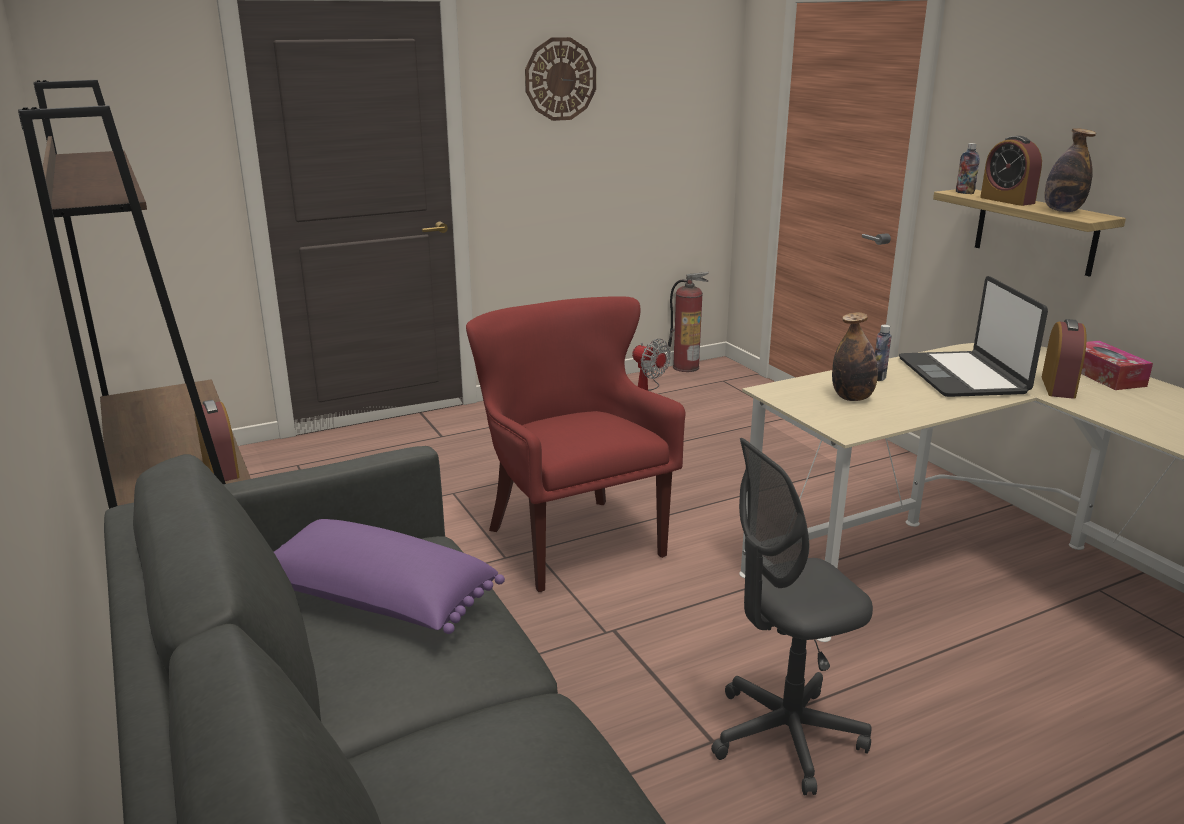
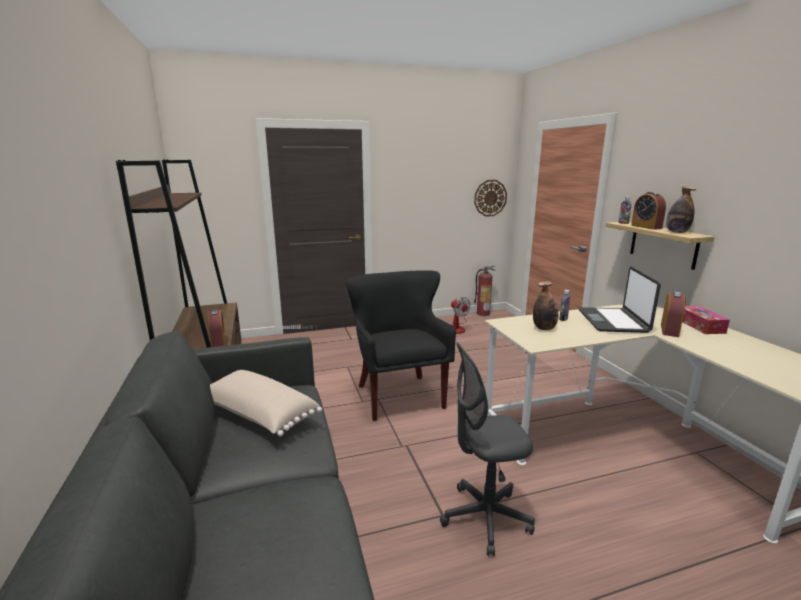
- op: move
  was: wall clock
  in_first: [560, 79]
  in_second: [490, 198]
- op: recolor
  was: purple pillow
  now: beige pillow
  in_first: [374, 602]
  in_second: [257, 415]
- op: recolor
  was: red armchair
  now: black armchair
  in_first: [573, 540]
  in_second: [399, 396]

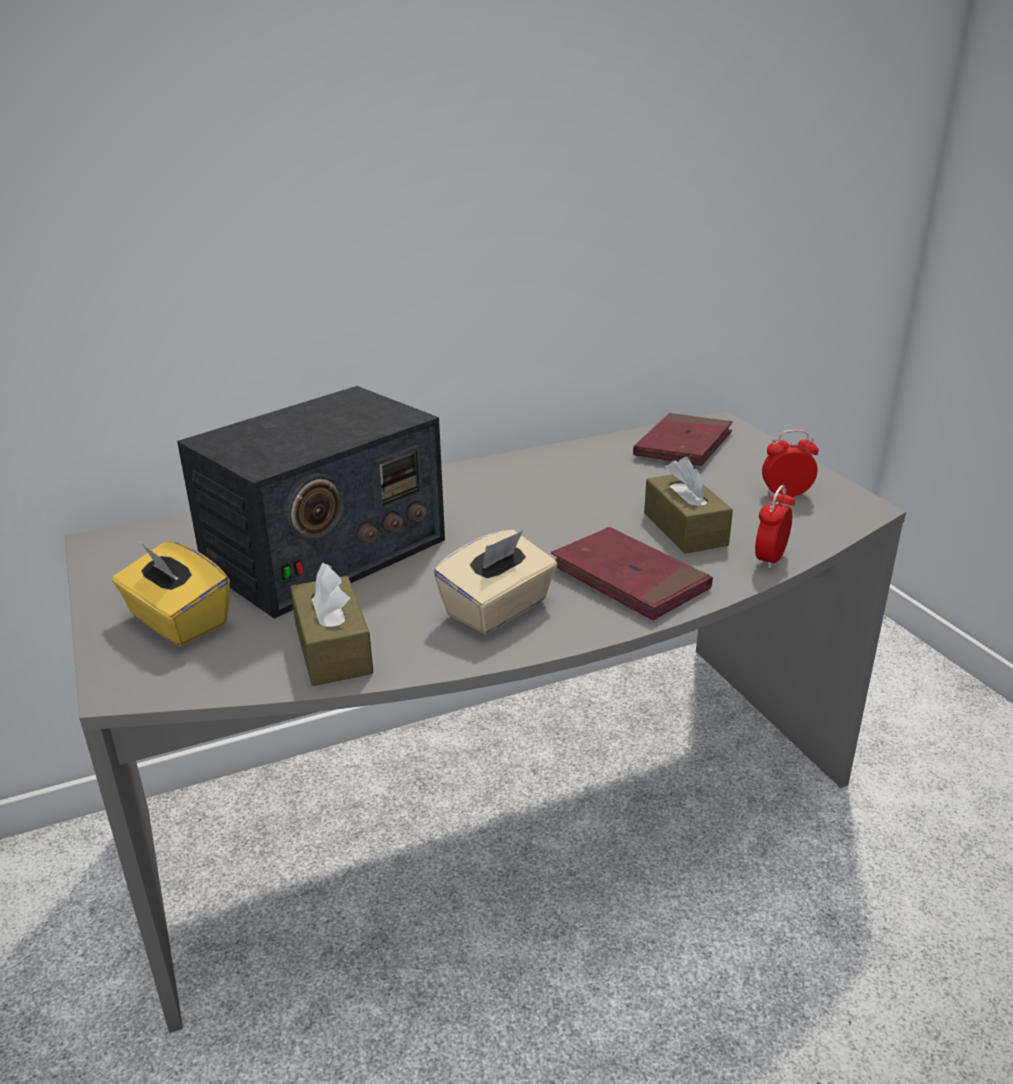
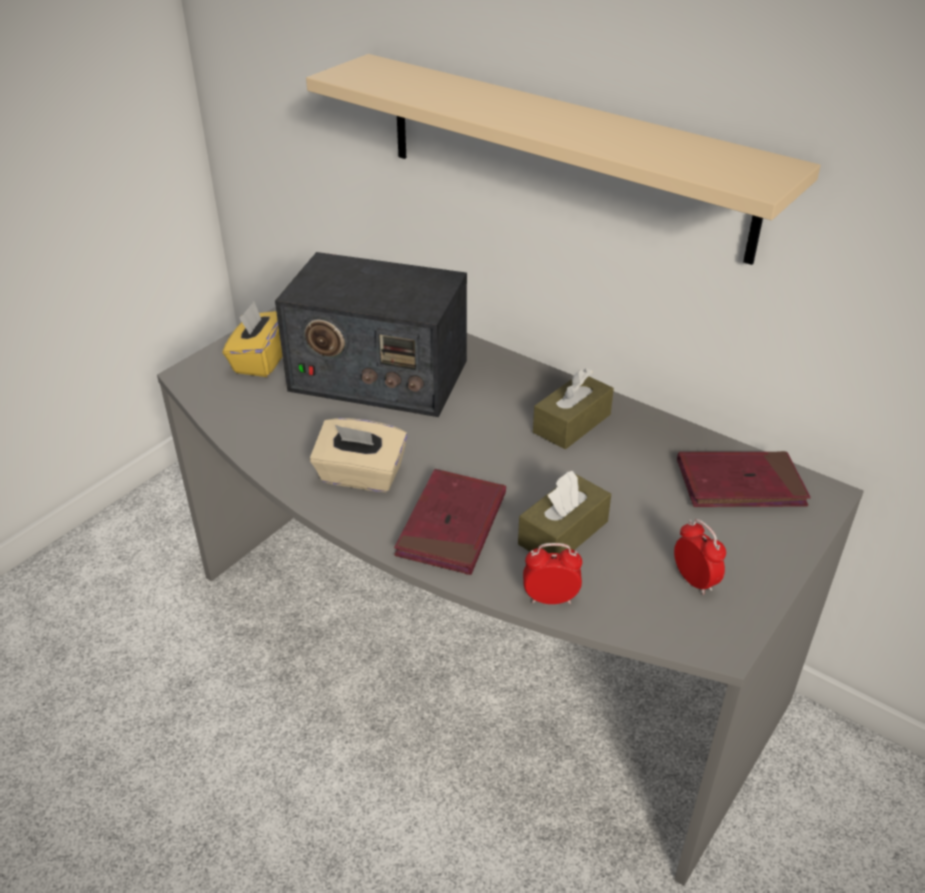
- op: insert
  now: beige shelf
  in_second: [562, 154]
- op: move
  was: brown tissue box
  in_first: [333, 649]
  in_second: [572, 423]

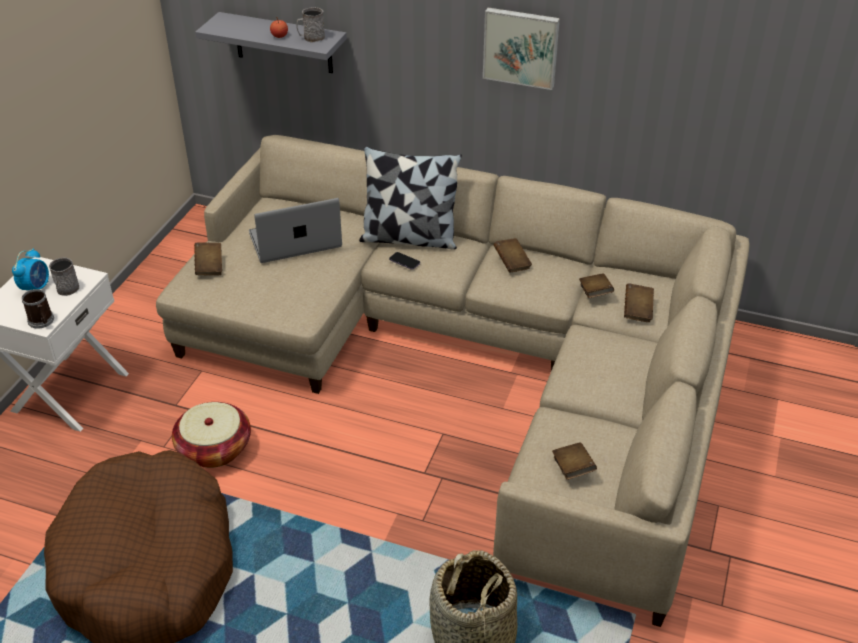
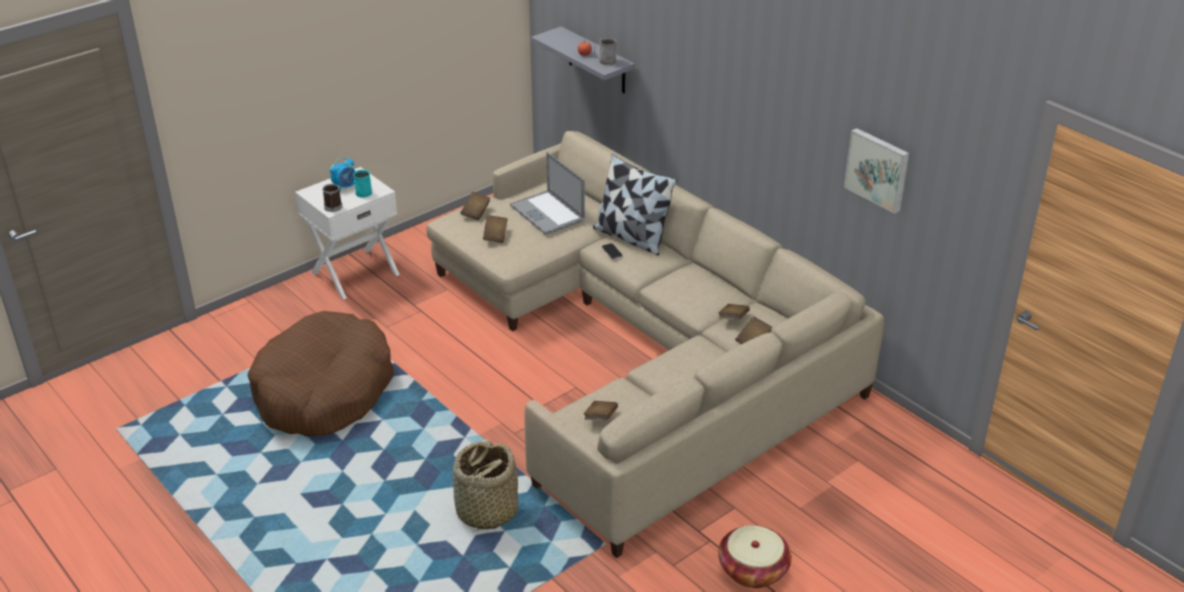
- op: move
  was: basket
  in_first: [214, 449]
  in_second: [753, 570]
- op: move
  was: picture
  in_first: [521, 47]
  in_second: [878, 169]
- op: move
  was: brown book
  in_first: [512, 263]
  in_second: [495, 235]
- op: recolor
  was: grey mug
  now: turquoise mug
  in_first: [67, 286]
  in_second: [364, 191]
- op: rotate
  was: laptop
  in_first: [295, 240]
  in_second: [547, 213]
  clockwise: -135

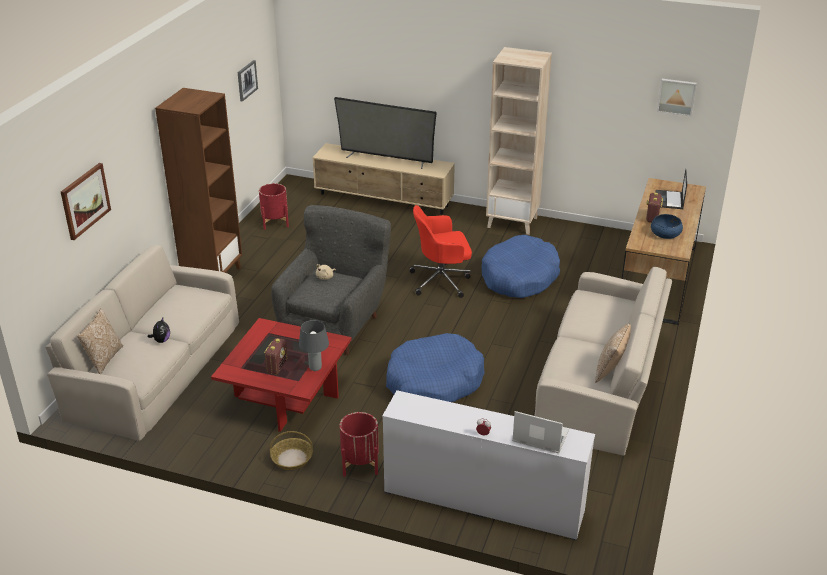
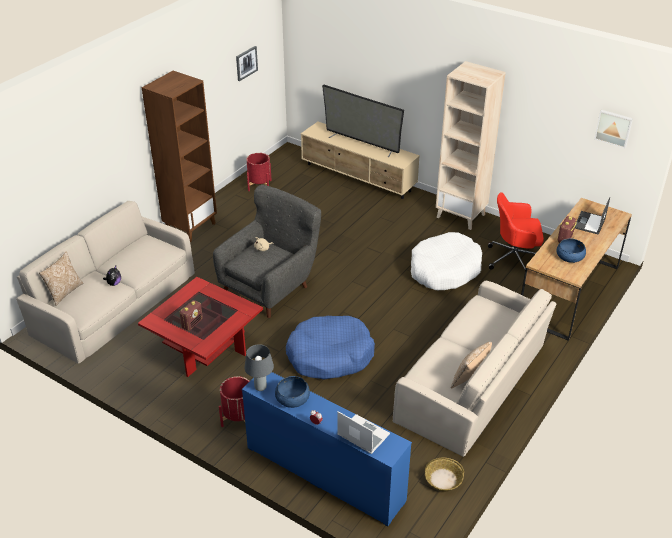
- op: delete
  was: picture
  in_first: [85, 200]
- op: insert
  now: blue bowl
  in_second: [292, 398]
- op: move
  was: basket
  in_first: [291, 459]
  in_second: [443, 479]
- op: move
  was: grey table lamp
  in_first: [315, 368]
  in_second: [261, 388]
- op: move
  was: red office chair
  in_first: [441, 281]
  in_second: [514, 259]
- op: recolor
  was: white dresser
  now: blue dresser
  in_first: [483, 501]
  in_second: [324, 473]
- op: recolor
  was: blue dog bed
  now: white dog bed
  in_first: [519, 277]
  in_second: [444, 270]

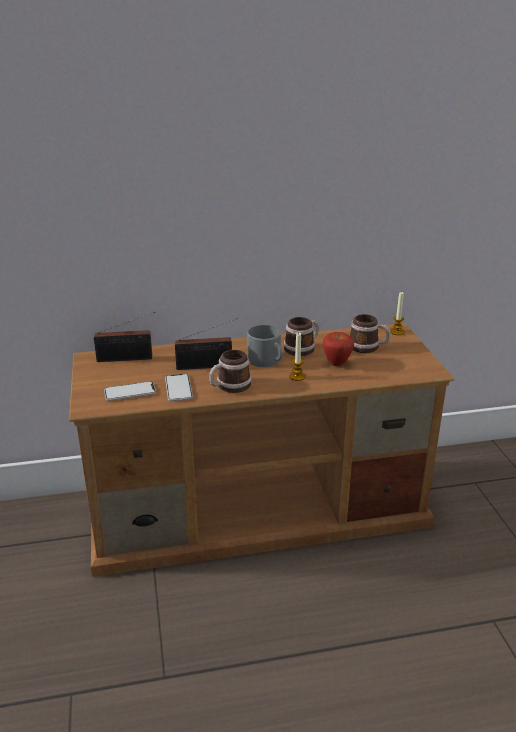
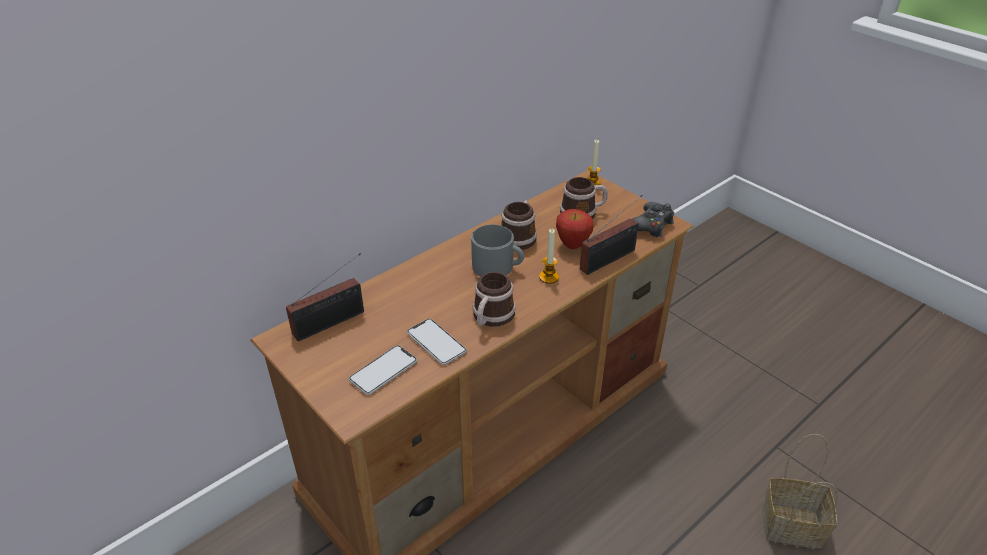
- op: insert
  now: black game controller
  in_second: [650, 225]
- op: insert
  now: basket
  in_second: [793, 525]
- op: move
  was: radio
  in_first: [207, 366]
  in_second: [611, 259]

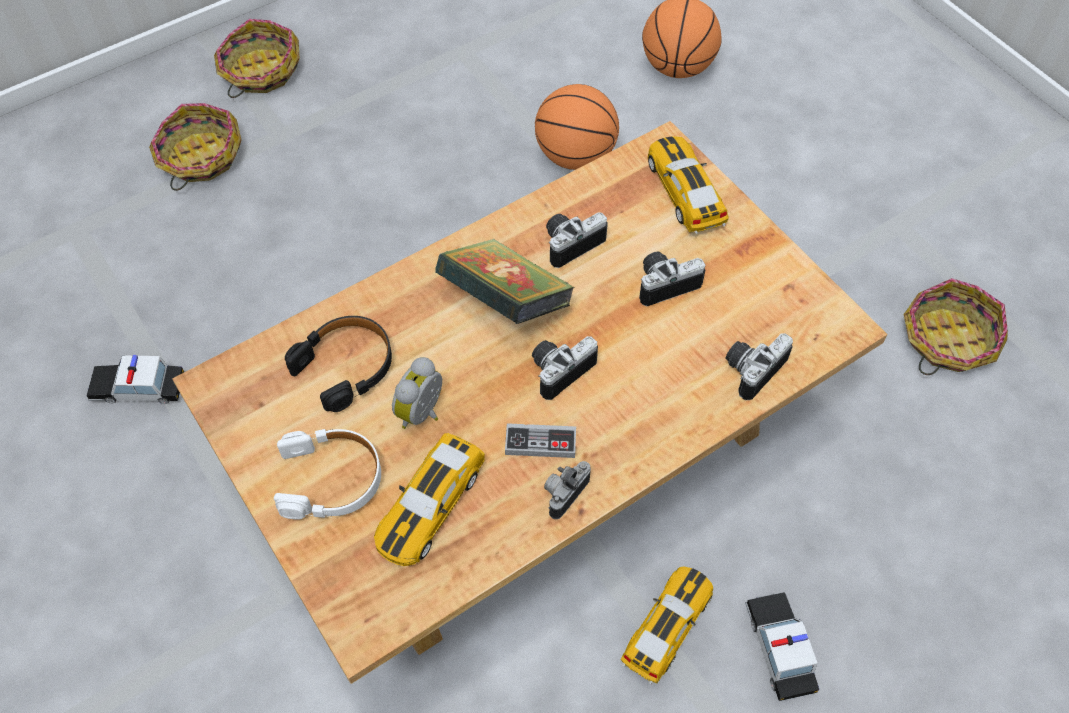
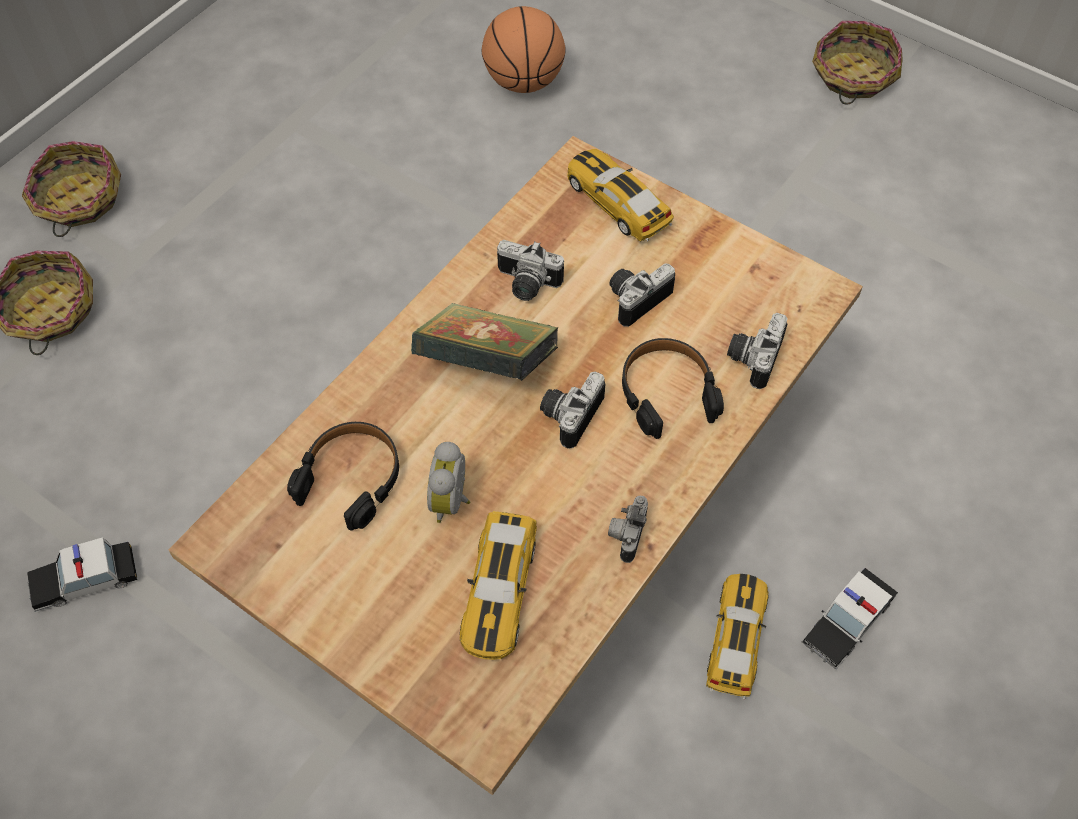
- op: delete
  was: white headphones
  in_first: [331, 479]
- op: delete
  was: game controller
  in_first: [540, 443]
- op: delete
  was: basketball
  in_first: [575, 156]
- op: insert
  now: black headphones
  in_second: [667, 392]
- op: move
  was: basket
  in_first: [947, 339]
  in_second: [852, 76]
- op: rotate
  was: photo camera
  in_first: [570, 242]
  in_second: [526, 285]
  clockwise: -105
- op: rotate
  was: toy car
  in_first: [779, 647]
  in_second: [847, 622]
  clockwise: -105

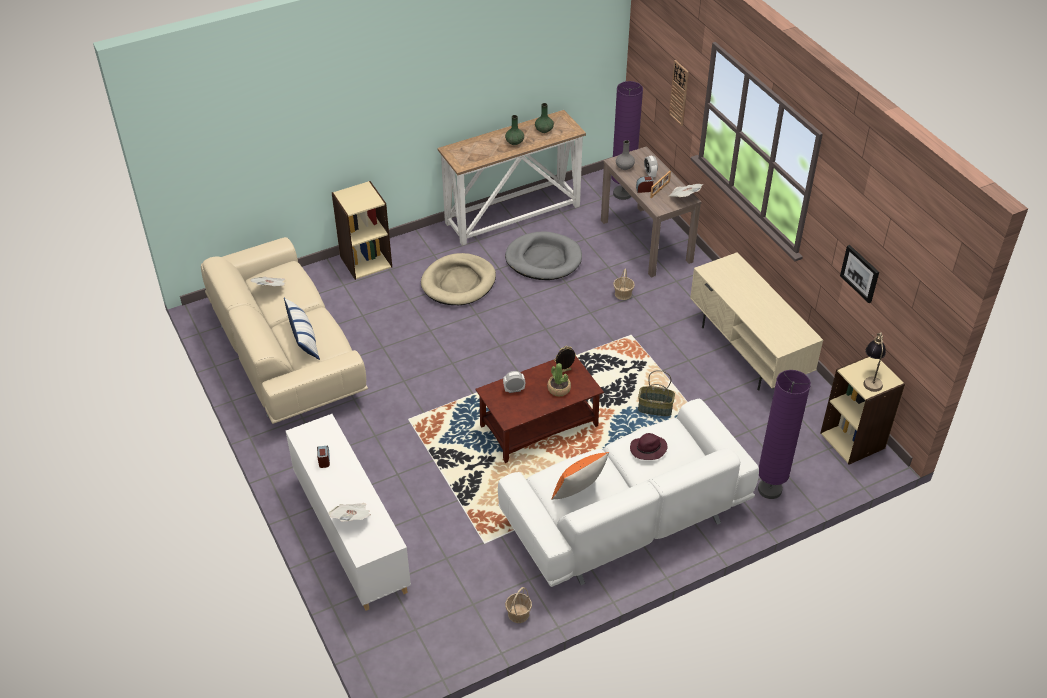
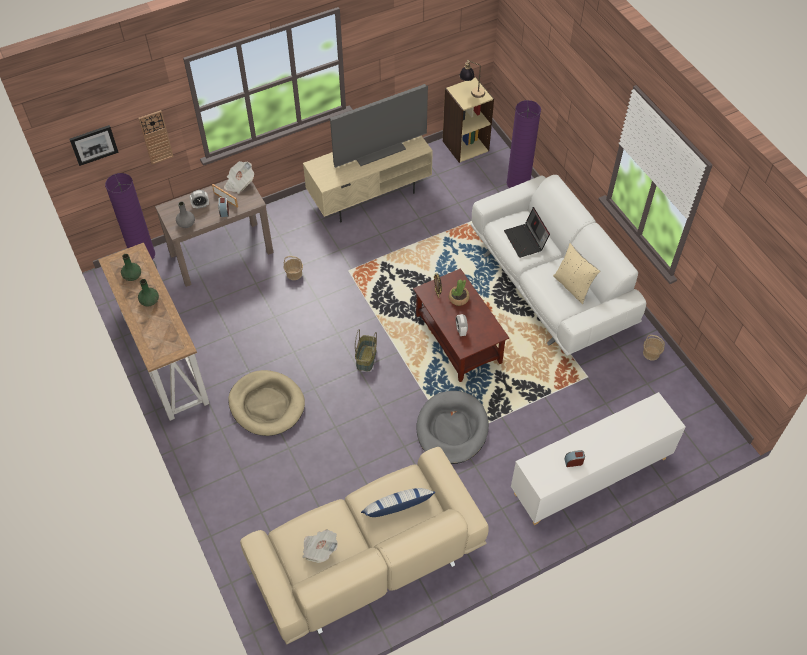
- op: delete
  was: newspaper
  in_first: [352, 518]
- op: delete
  was: beige bookcase
  in_first: [366, 261]
- op: insert
  now: television
  in_second: [378, 149]
- op: move
  was: grey dog bed
  in_first: [543, 259]
  in_second: [452, 429]
- op: move
  was: basket
  in_first: [654, 409]
  in_second: [366, 358]
- op: move
  was: picture
  in_first: [860, 273]
  in_second: [93, 144]
- op: replace
  was: purple hat
  now: laptop
  in_first: [647, 449]
  in_second: [526, 241]
- op: recolor
  was: orange pillow
  now: beige pillow
  in_first: [579, 492]
  in_second: [573, 286]

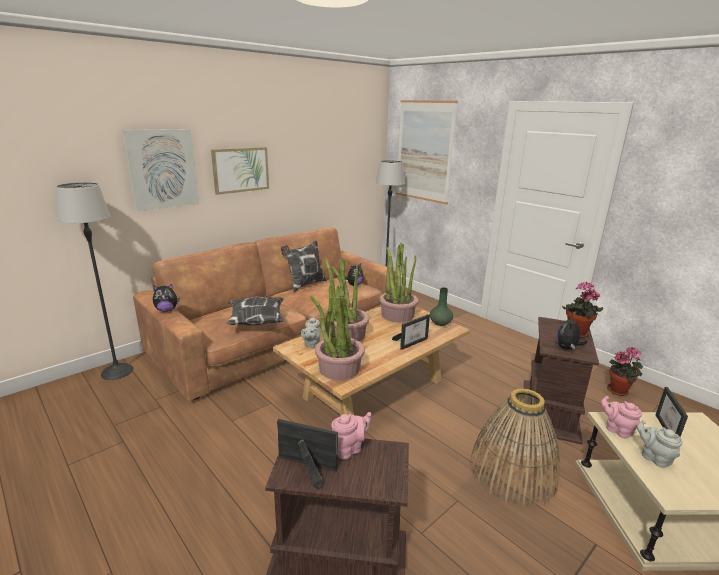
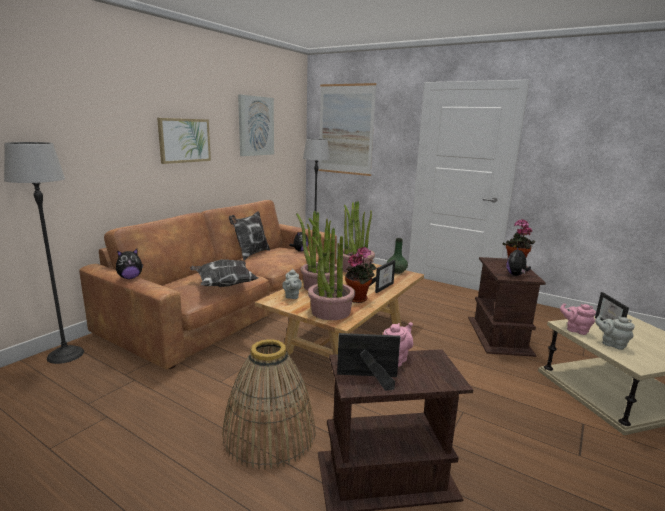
- op: move
  was: picture
  in_first: [162, 169]
  in_second: [255, 126]
- op: move
  was: basket
  in_first: [513, 472]
  in_second: [269, 434]
- op: move
  was: potted plant
  in_first: [619, 391]
  in_second: [359, 299]

